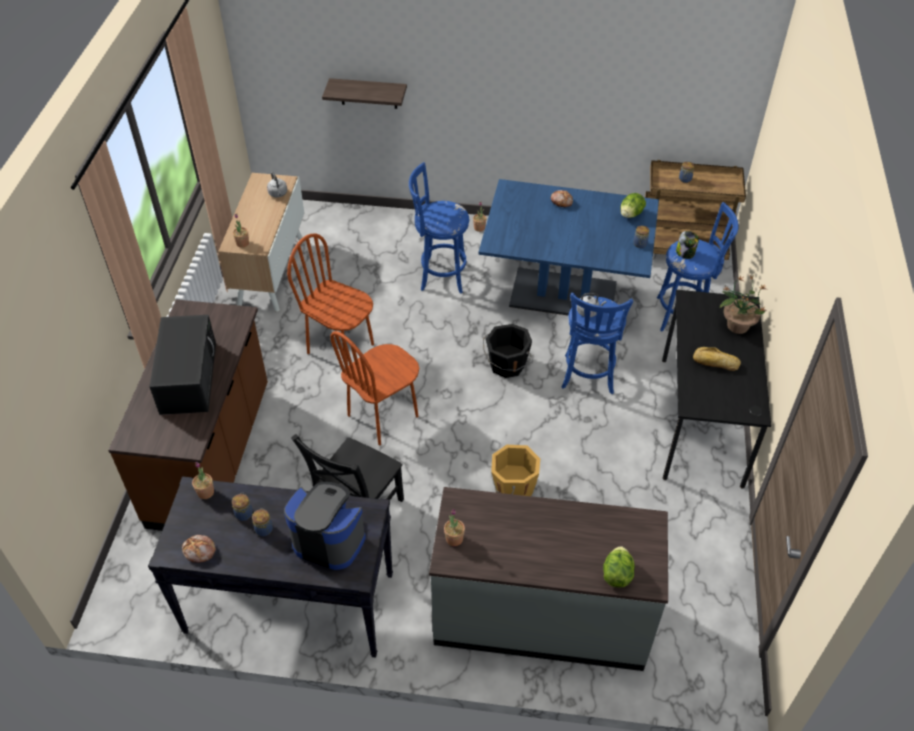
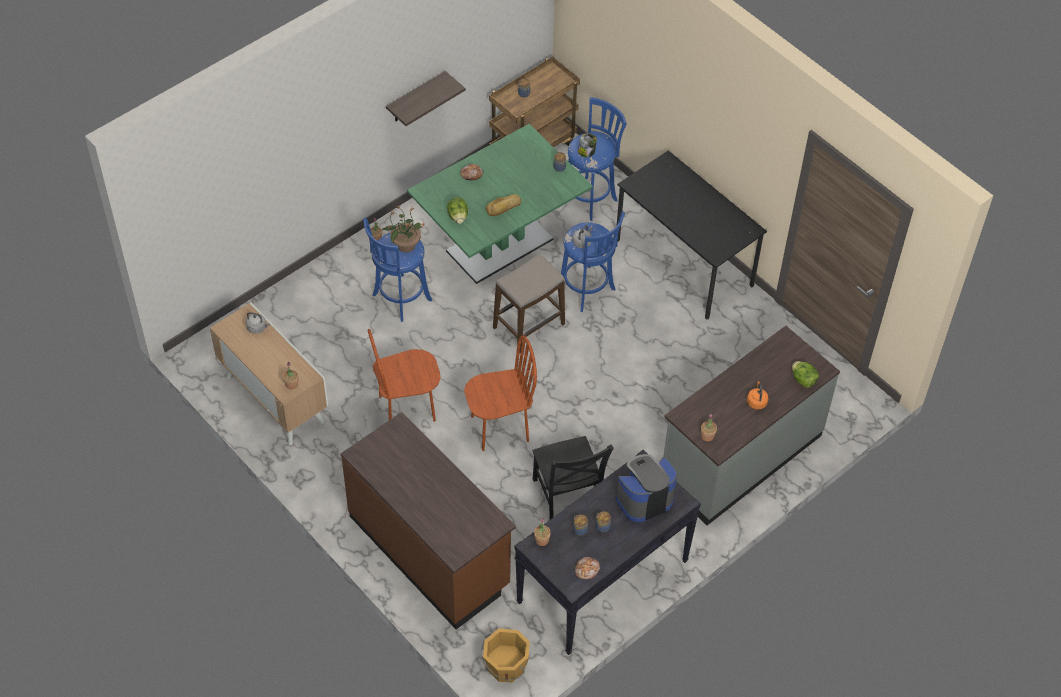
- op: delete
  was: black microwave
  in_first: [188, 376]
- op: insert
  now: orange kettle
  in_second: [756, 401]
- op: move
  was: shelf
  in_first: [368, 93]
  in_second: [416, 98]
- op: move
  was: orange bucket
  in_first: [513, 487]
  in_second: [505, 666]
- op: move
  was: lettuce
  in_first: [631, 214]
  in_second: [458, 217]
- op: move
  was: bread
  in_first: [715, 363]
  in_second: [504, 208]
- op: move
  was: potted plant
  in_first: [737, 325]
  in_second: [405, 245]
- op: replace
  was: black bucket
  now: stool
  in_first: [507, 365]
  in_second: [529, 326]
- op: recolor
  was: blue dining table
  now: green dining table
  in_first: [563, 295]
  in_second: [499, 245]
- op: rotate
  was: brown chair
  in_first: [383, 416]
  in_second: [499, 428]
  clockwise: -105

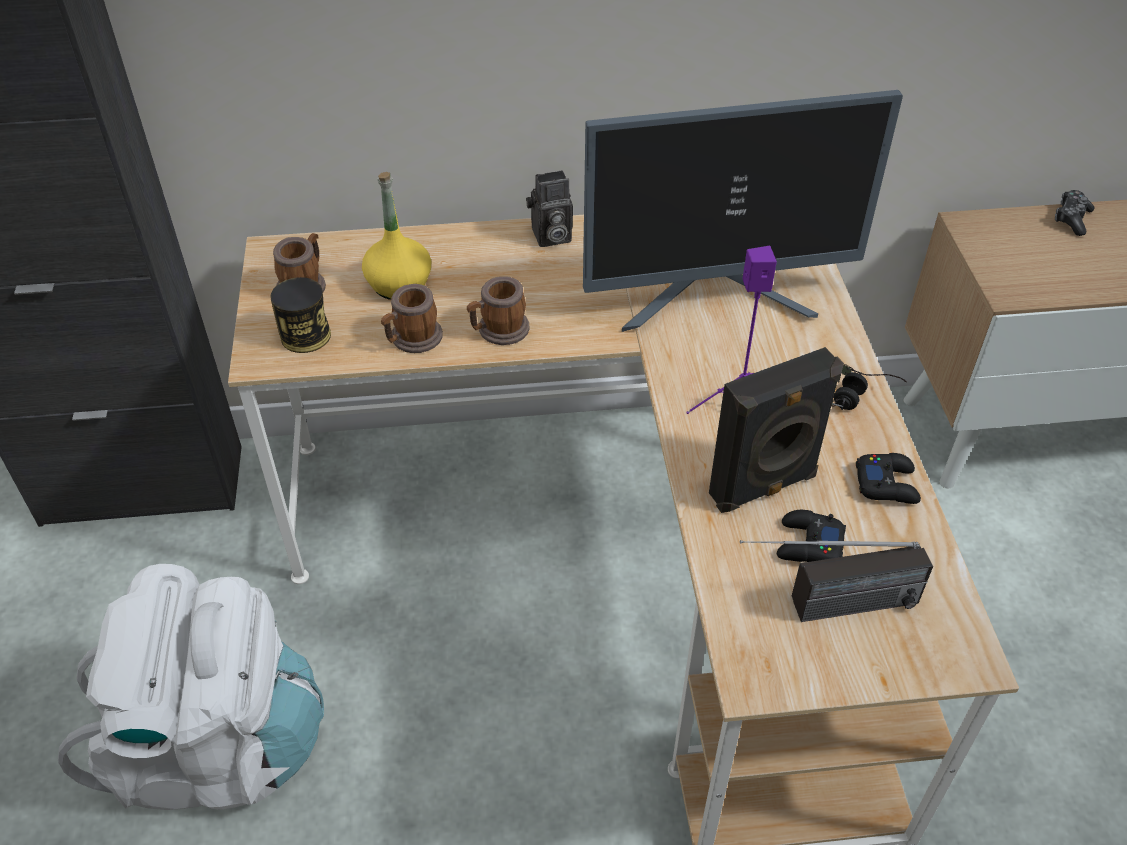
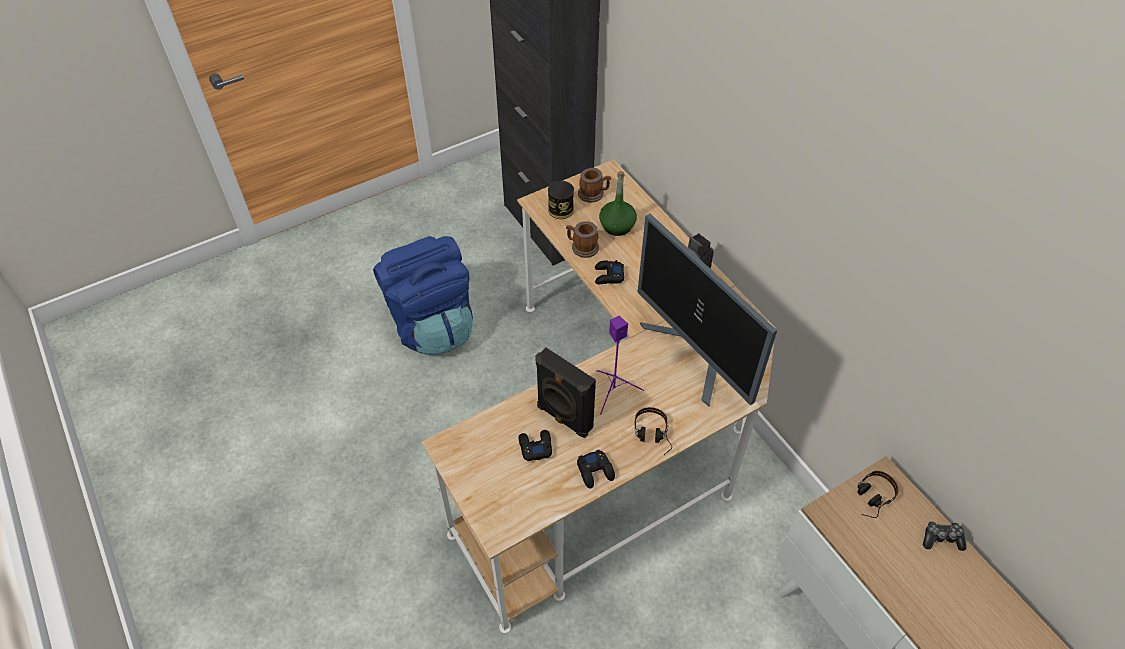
- op: delete
  was: radio
  in_first: [823, 608]
- op: insert
  now: headphones
  in_second: [870, 499]
- op: replace
  was: mug
  now: black game controller
  in_first: [498, 331]
  in_second: [608, 276]
- op: recolor
  was: white backpack
  now: blue backpack
  in_first: [218, 747]
  in_second: [432, 324]
- op: recolor
  was: yellow bottle
  now: green bottle
  in_first: [399, 284]
  in_second: [617, 226]

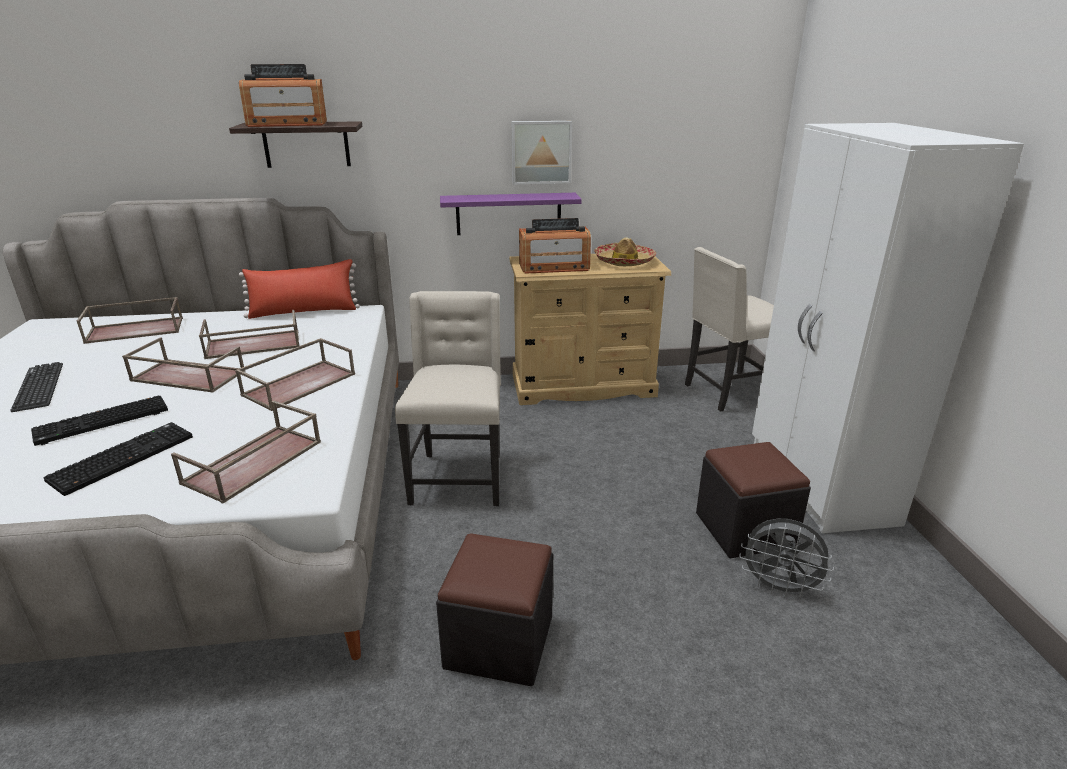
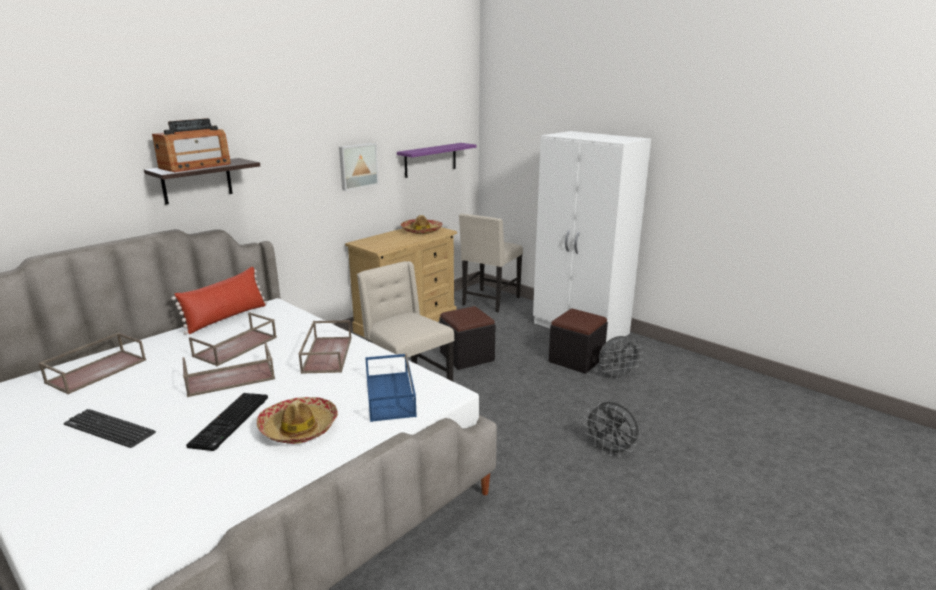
- op: delete
  was: radio
  in_first: [554, 267]
- op: insert
  now: grey fan
  in_second: [610, 450]
- op: move
  was: black ottoman
  in_first: [499, 642]
  in_second: [467, 357]
- op: move
  was: purple shelf
  in_first: [508, 213]
  in_second: [430, 160]
- op: replace
  was: keyboard
  now: hat
  in_first: [123, 457]
  in_second: [299, 428]
- op: recolor
  was: brown tray
  now: blue tray
  in_first: [253, 463]
  in_second: [391, 396]

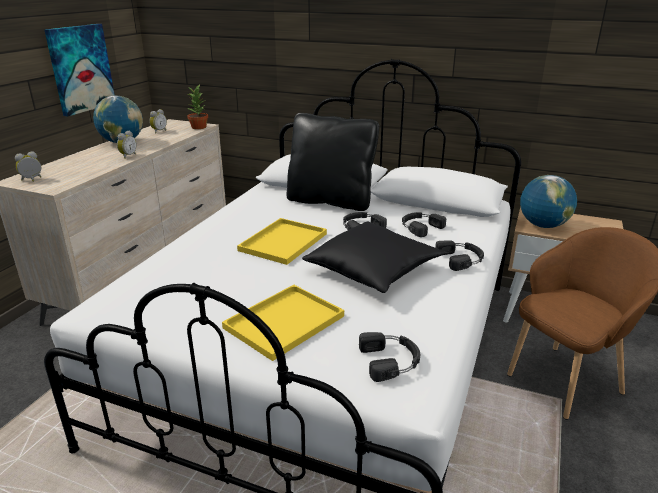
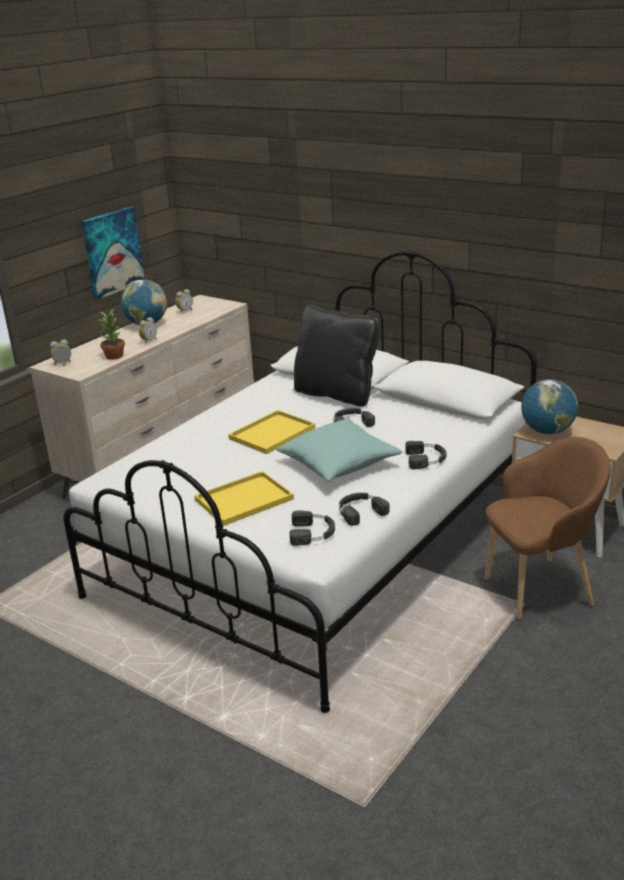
- op: move
  was: potted plant
  in_first: [199, 127]
  in_second: [115, 356]
- op: move
  was: black headphones
  in_first: [420, 227]
  in_second: [360, 511]
- op: recolor
  was: black pillow
  now: turquoise pillow
  in_first: [373, 271]
  in_second: [339, 464]

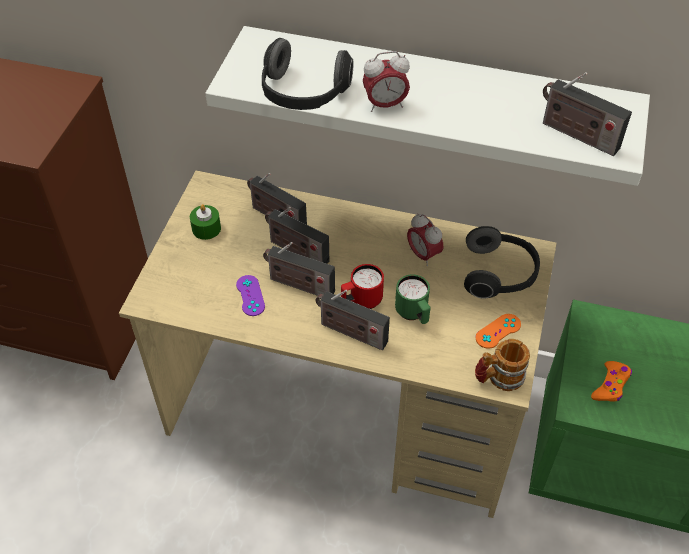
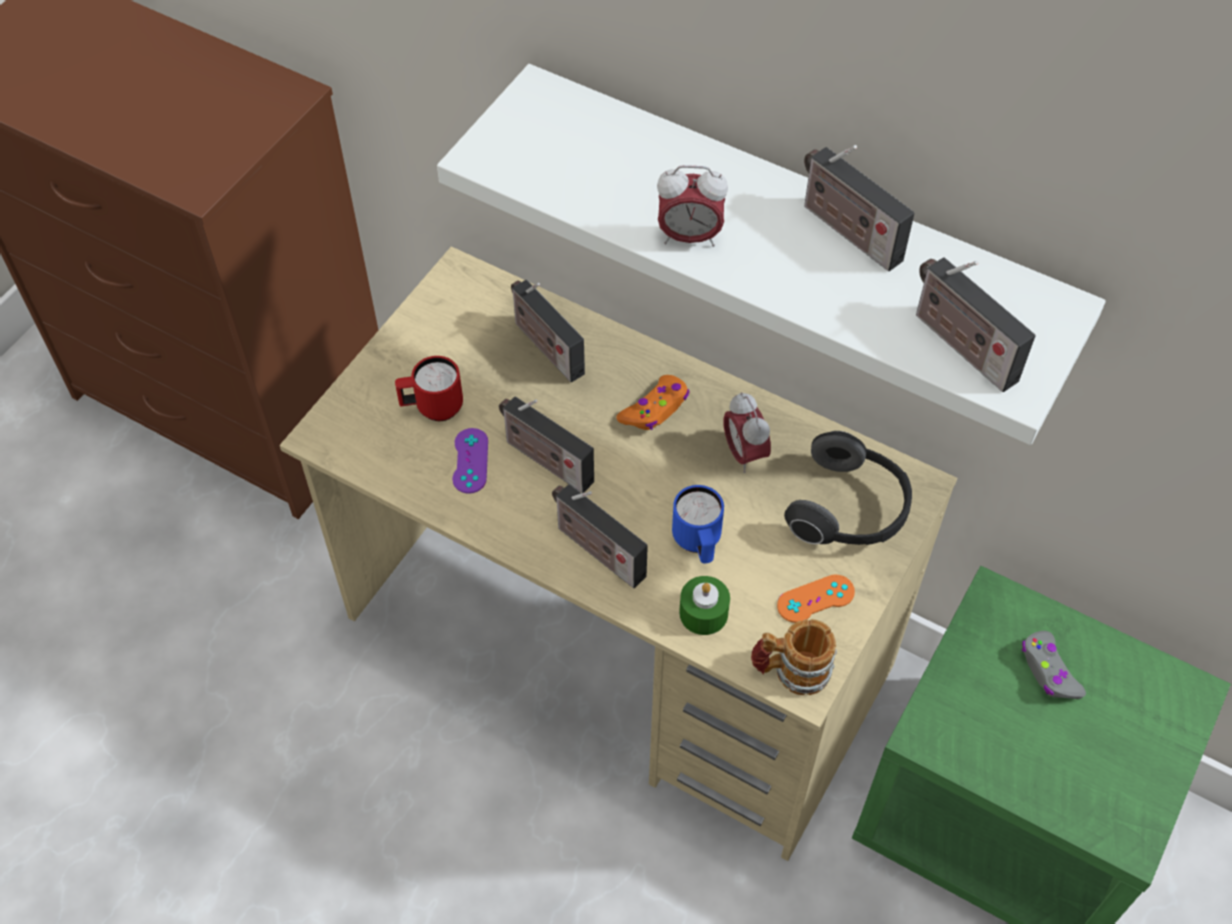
- op: delete
  was: headphones
  in_first: [303, 95]
- op: insert
  now: grey game controller
  in_second: [1048, 671]
- op: move
  was: green candle
  in_first: [206, 228]
  in_second: [703, 613]
- op: move
  was: radio
  in_first: [296, 250]
  in_second: [847, 231]
- op: move
  was: red mug
  in_first: [361, 301]
  in_second: [432, 408]
- op: move
  was: orange game controller
  in_first: [610, 385]
  in_second: [655, 409]
- op: recolor
  was: green mug
  now: blue mug
  in_first: [413, 314]
  in_second: [698, 543]

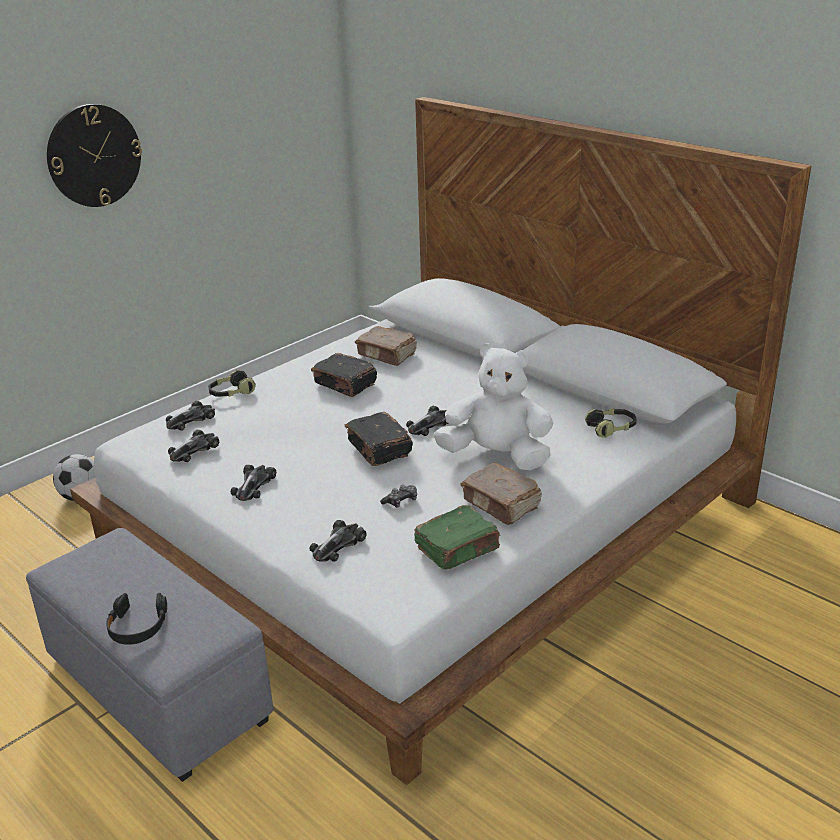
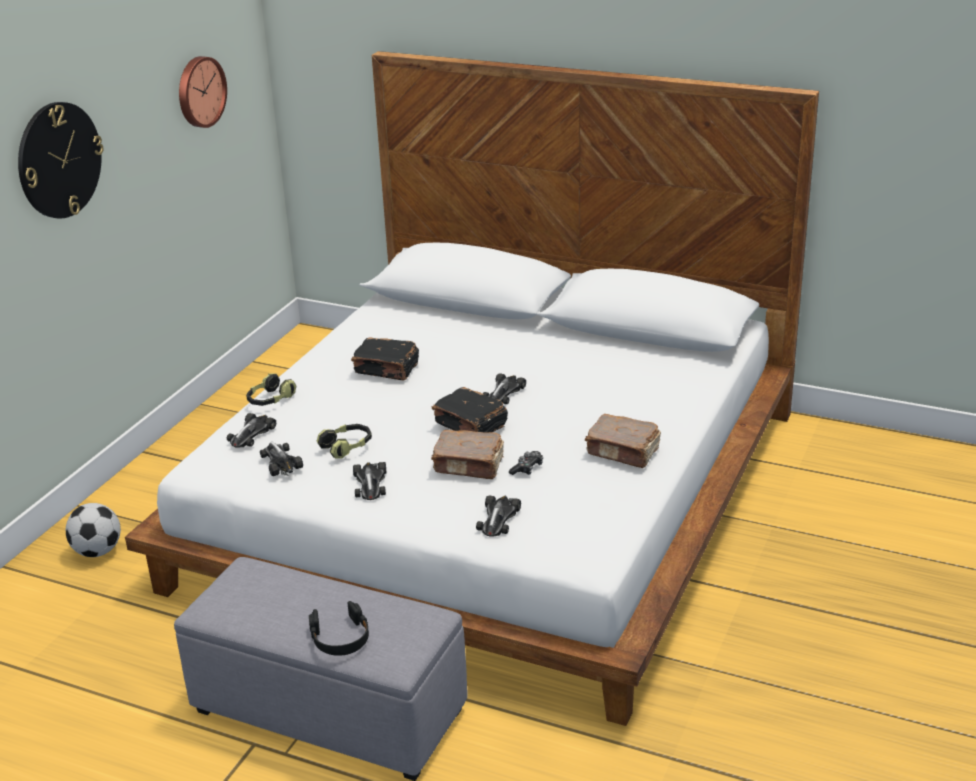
- op: delete
  was: green book
  in_first: [458, 549]
- op: delete
  was: white plush toy
  in_first: [496, 456]
- op: insert
  now: wall clock
  in_second: [199, 91]
- op: move
  was: brown book
  in_first: [387, 355]
  in_second: [469, 466]
- op: move
  was: headphones
  in_first: [611, 429]
  in_second: [347, 447]
- op: rotate
  was: toy car
  in_first: [194, 450]
  in_second: [281, 462]
  clockwise: 135

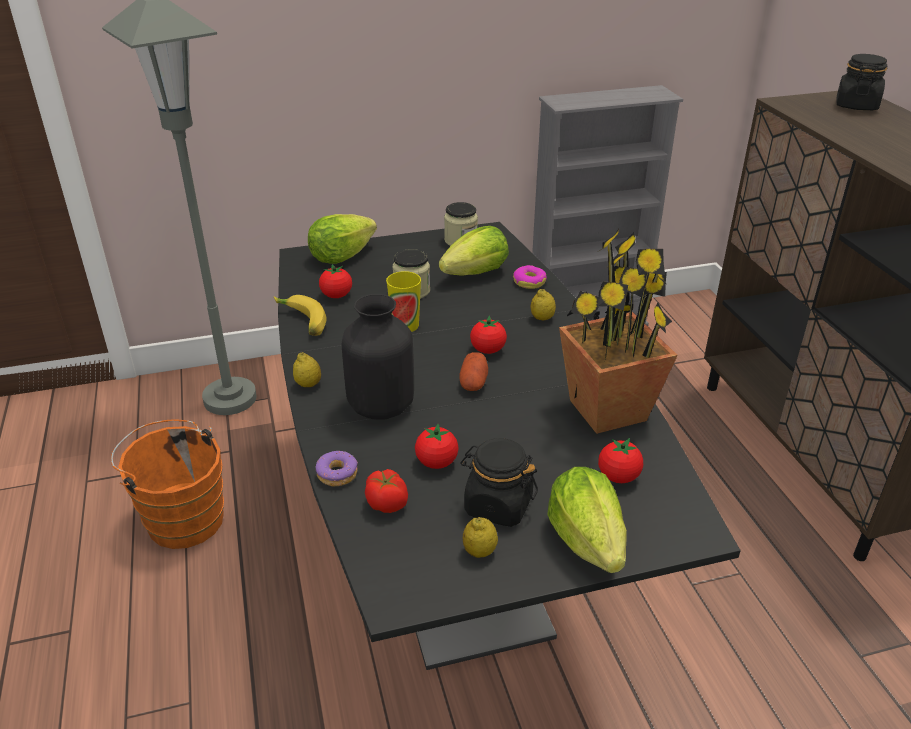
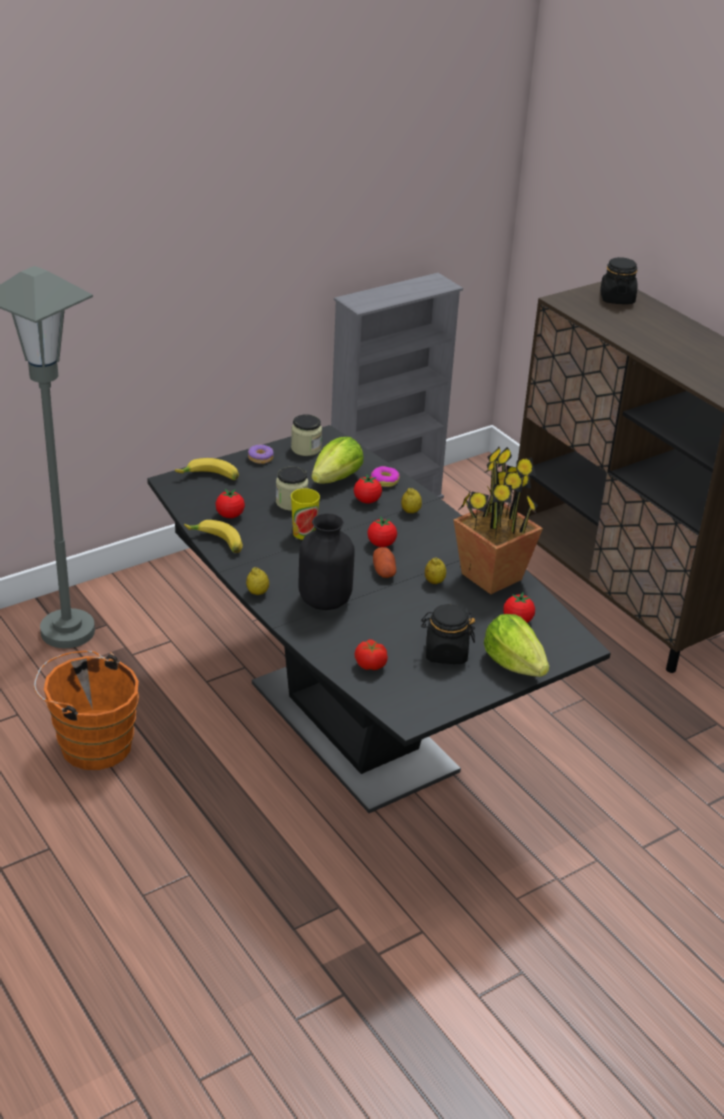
- op: move
  was: donut
  in_first: [337, 474]
  in_second: [261, 458]
- op: move
  was: tomato
  in_first: [436, 462]
  in_second: [367, 500]
- op: move
  was: lemon
  in_first: [479, 551]
  in_second: [434, 582]
- op: replace
  was: lettuce
  now: banana
  in_first: [341, 256]
  in_second: [209, 478]

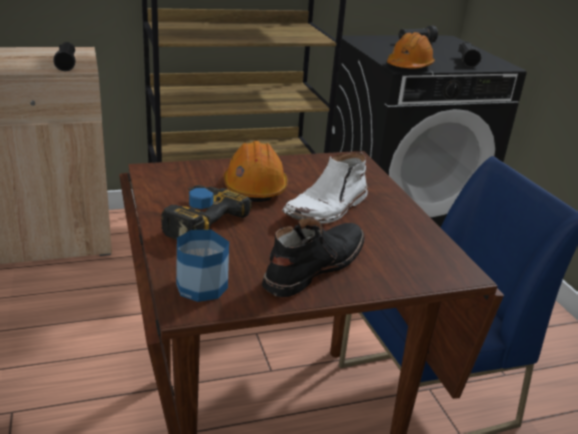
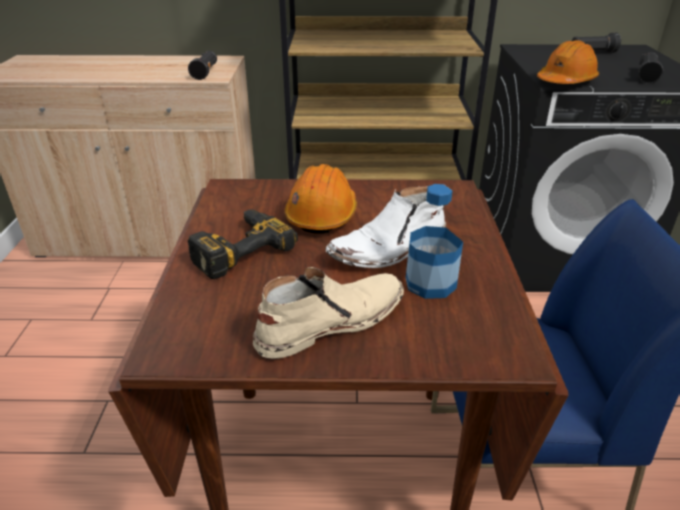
- op: move
  was: bottle
  in_first: [202, 286]
  in_second: [430, 283]
- op: recolor
  was: black boot
  now: beige boot
  in_first: [313, 267]
  in_second: [330, 322]

